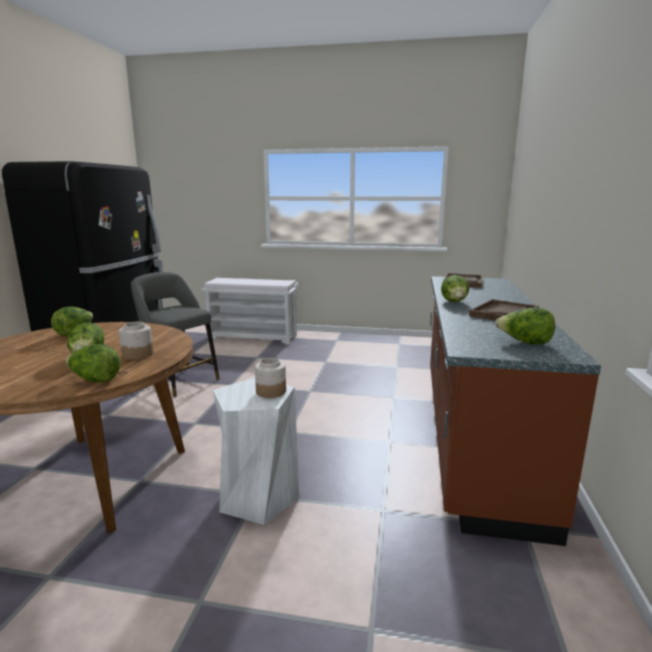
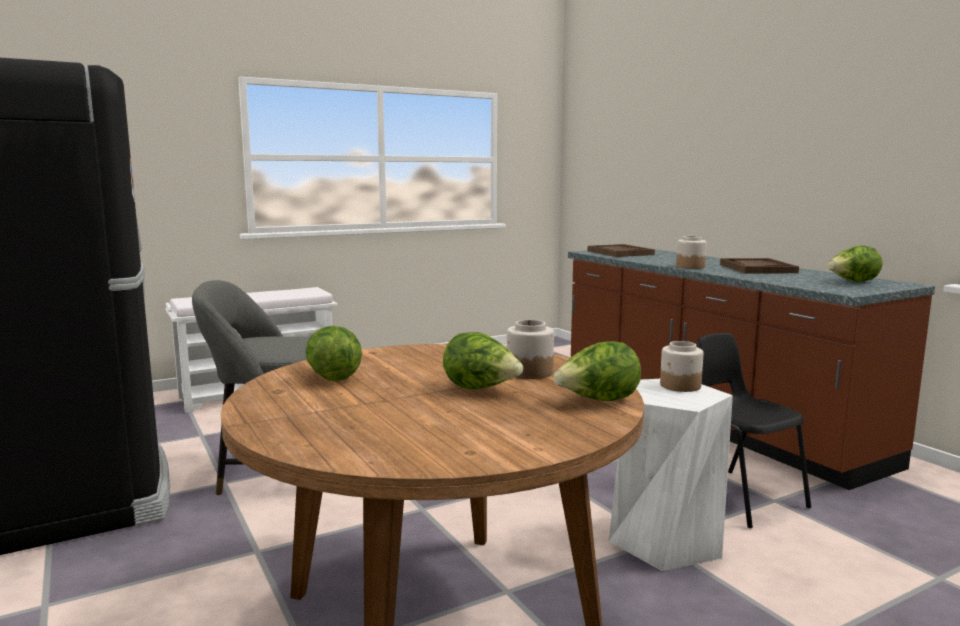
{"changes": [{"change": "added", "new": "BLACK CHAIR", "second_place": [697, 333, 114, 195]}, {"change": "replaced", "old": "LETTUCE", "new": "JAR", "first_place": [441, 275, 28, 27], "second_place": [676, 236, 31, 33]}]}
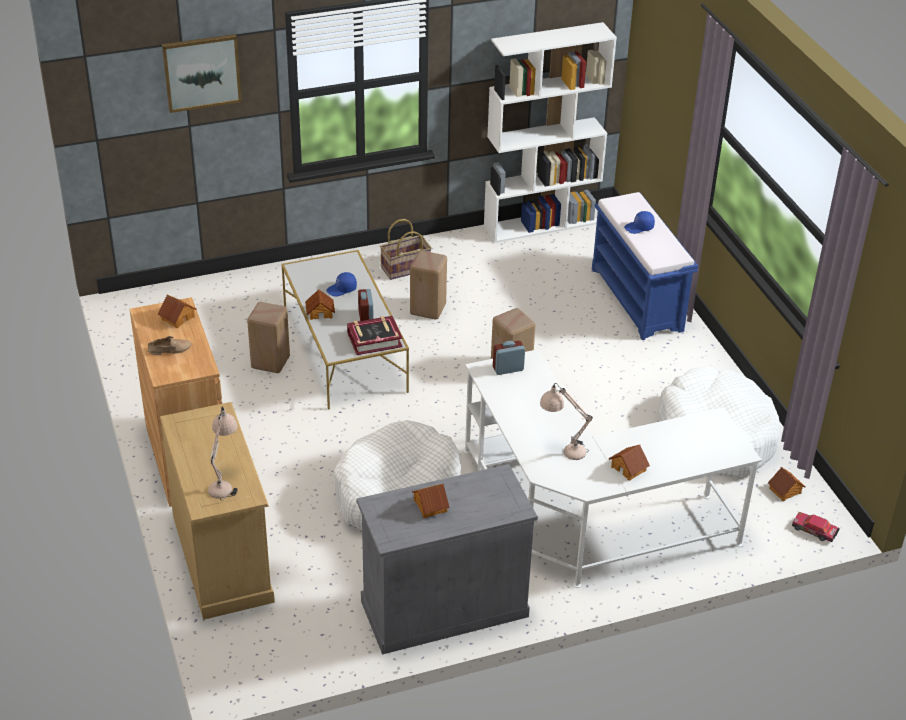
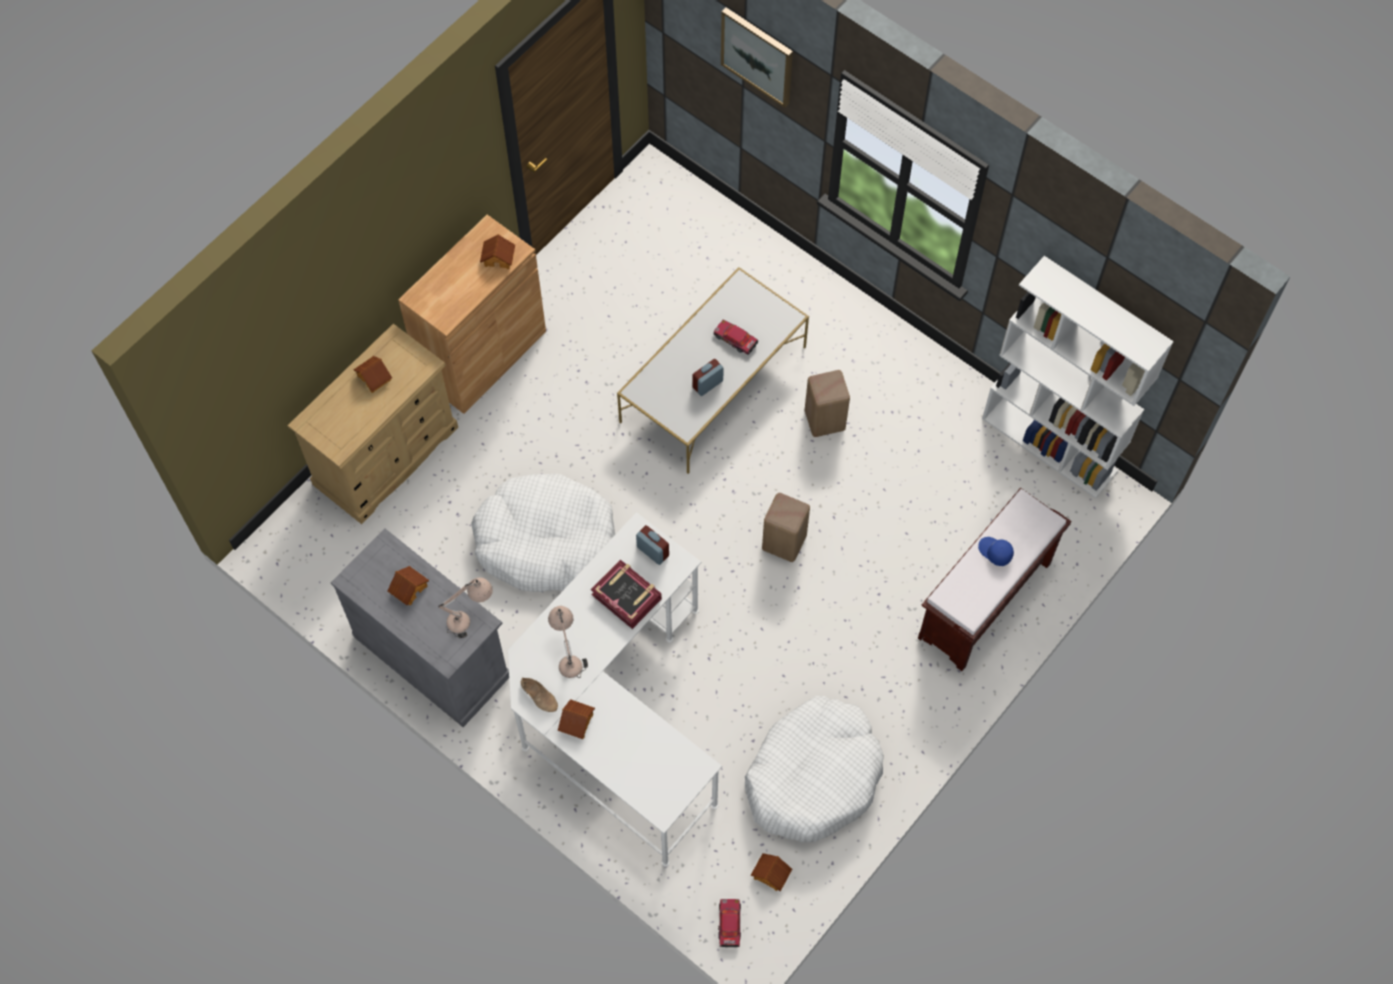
{"changes": [{"change": "removed", "old": "BEIGE STOOL", "first_place": [247, 302, 43, 71]}, {"change": "removed", "old": "BASKET", "first_place": [380, 219, 52, 61]}, {"change": "moved", "old": "BEIGE SHOE", "first_place": [148, 336, 44, 19], "second_place": [521, 678, 37, 34]}, {"change": "moved", "old": "BEIGE TABLE LAMP", "first_place": [208, 406, 30, 94], "second_place": [438, 577, 55, 61]}, {"change": "moved", "old": "TOY HOUSE", "first_place": [305, 289, 30, 31], "second_place": [353, 356, 39, 37]}, {"change": "moved", "old": "BOOK", "first_place": [347, 316, 55, 39], "second_place": [591, 560, 71, 69]}, {"change": "replaced", "old": "BLUE CAP", "new": "TOY CAR", "first_place": [326, 272, 31, 25], "second_place": [713, 320, 45, 35]}, {"change": "recoloured", "old": "BLUE BENCH", "new": "BROWN BENCH", "first_place": [592, 192, 106, 148], "second_place": [918, 488, 153, 183]}]}
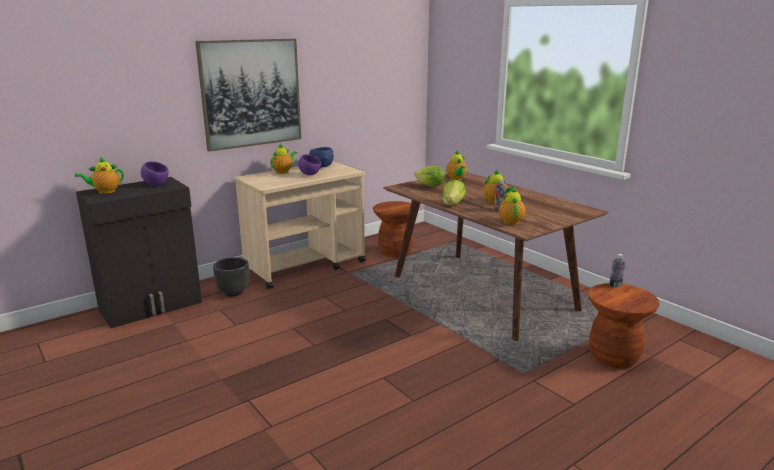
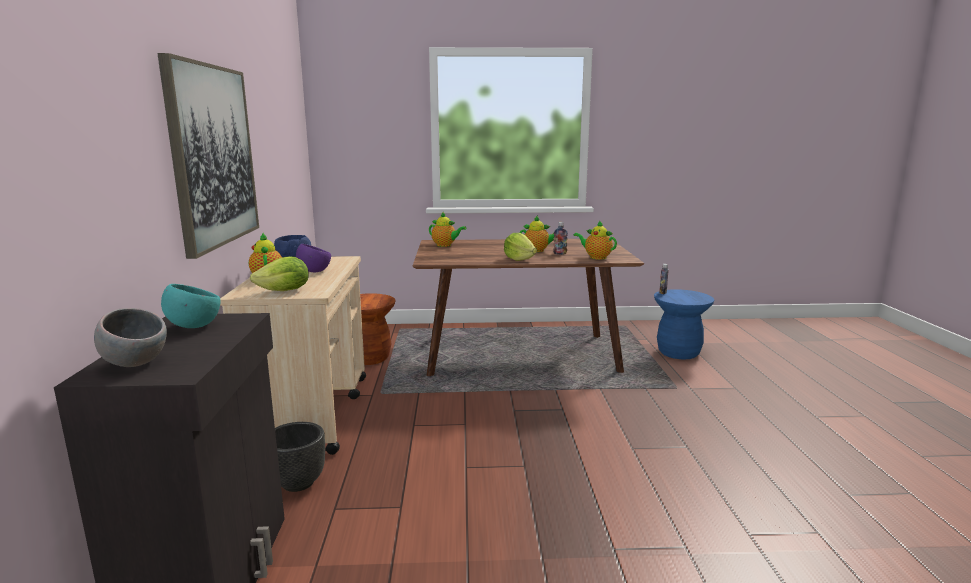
{"changes": [{"change": "moved", "old": "LETTUCE", "first_place": [414, 166, 31, 20], "second_place": [250, 256, 59, 35]}, {"change": "replaced", "old": "TEAPOT", "new": "GREY BOWL", "first_place": [75, 157, 49, 37], "second_place": [94, 308, 73, 59]}, {"change": "recoloured", "old": "PURPLE BOWL", "new": "TURQUOISE BOWL", "first_place": [141, 161, 28, 24], "second_place": [161, 284, 60, 44]}, {"change": "recoloured", "old": "BROWN STOOL", "new": "BLUE STOOL", "first_place": [588, 283, 72, 85], "second_place": [654, 289, 60, 70]}]}
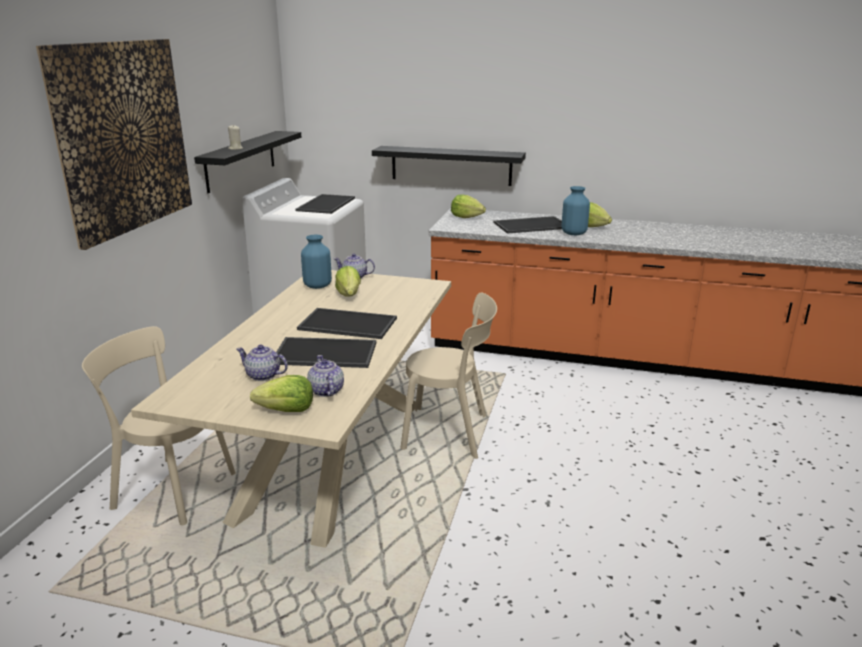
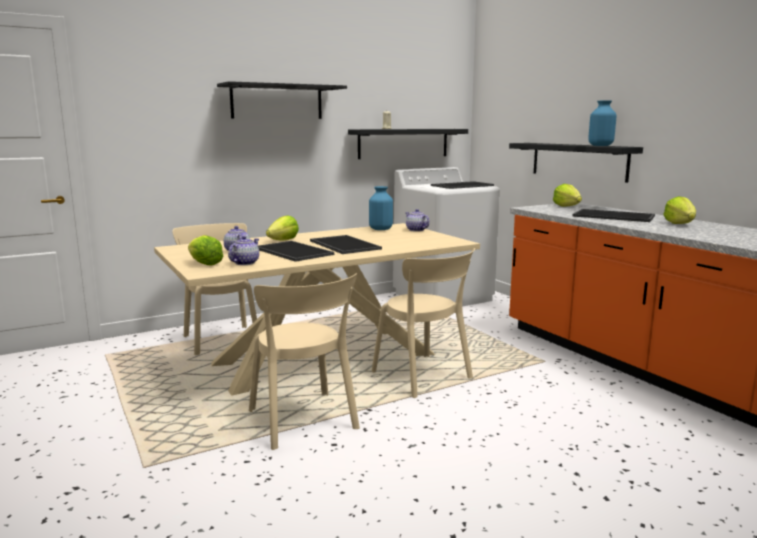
{"changes": [{"change": "added", "new": "BEIGE CHAIR", "second_place": [249, 273, 111, 177]}, {"change": "moved", "old": "LETTUCE", "first_place": [335, 266, 26, 31], "second_place": [266, 215, 33, 25]}, {"change": "moved", "old": "BLUE VASE", "first_place": [562, 186, 28, 49], "second_place": [588, 100, 28, 46]}, {"change": "replaced", "old": "PICTURE", "new": "BLACK SHELF", "first_place": [36, 39, 156, 211], "second_place": [217, 81, 130, 38]}]}
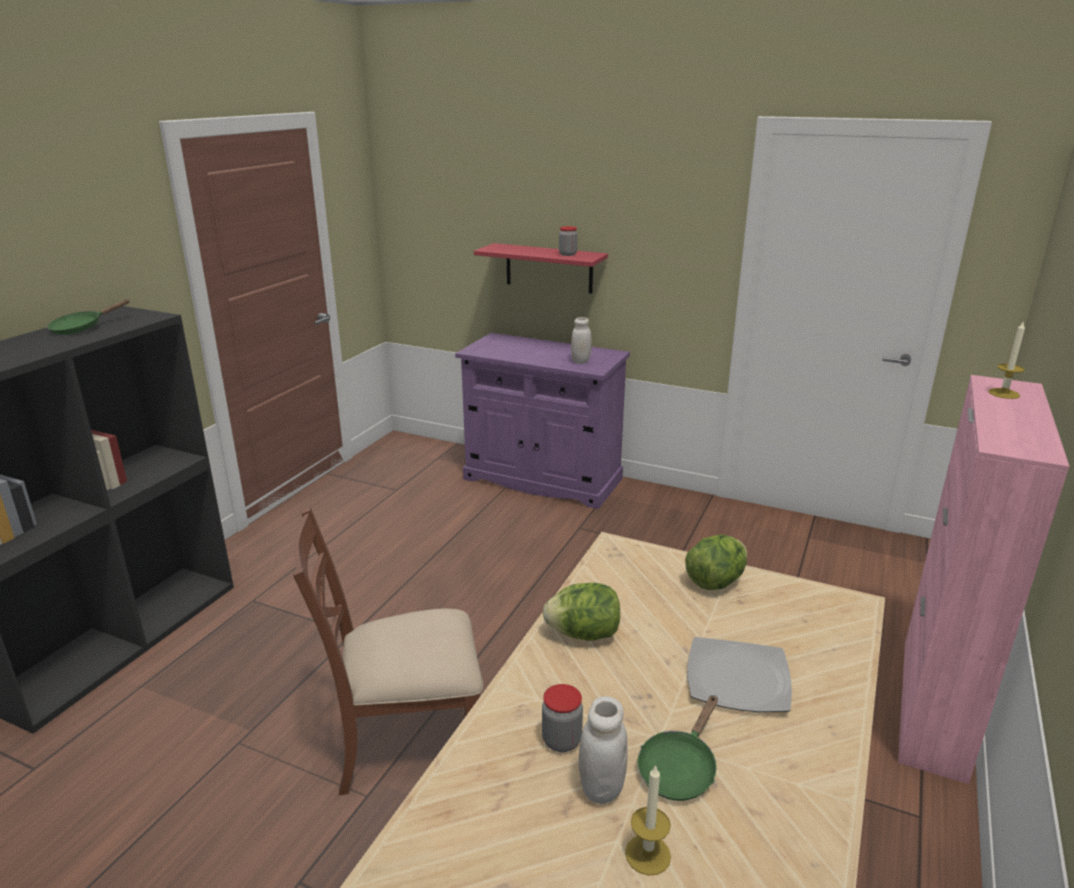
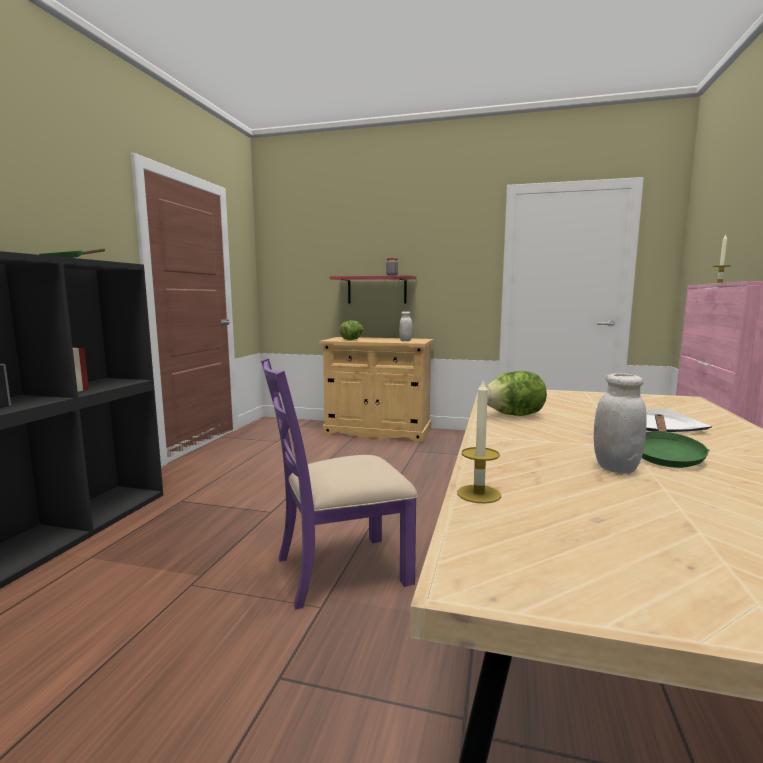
{"changes": [{"change": "removed", "old": "JAR", "first_place": [542, 684, 41, 68]}, {"change": "moved", "old": "CANDLE", "first_place": [625, 765, 46, 110], "second_place": [457, 378, 44, 126]}, {"change": "moved", "old": "LETTUCE", "first_place": [685, 534, 62, 56], "second_place": [340, 320, 24, 20]}, {"change": "recoloured", "old": "BROWN CHAIR", "new": "PURPLE CHAIR", "first_place": [293, 507, 190, 288], "second_place": [261, 358, 157, 252]}, {"change": "recoloured", "old": "PURPLE CABINET", "new": "BEIGE CABINET", "first_place": [455, 333, 175, 176], "second_place": [319, 337, 114, 105]}]}
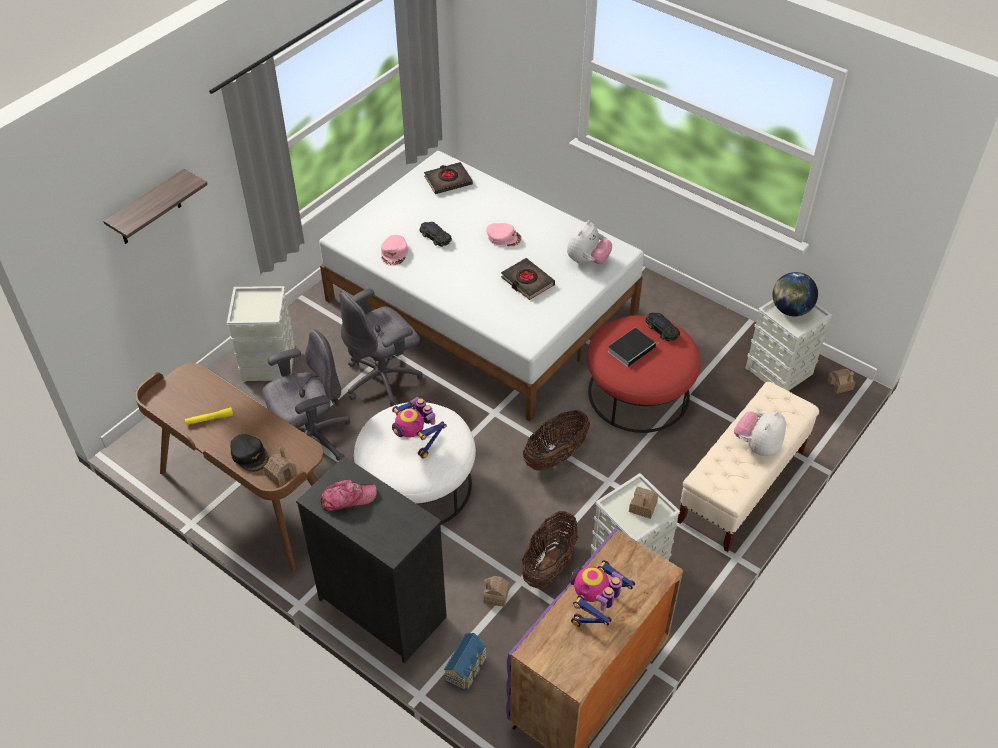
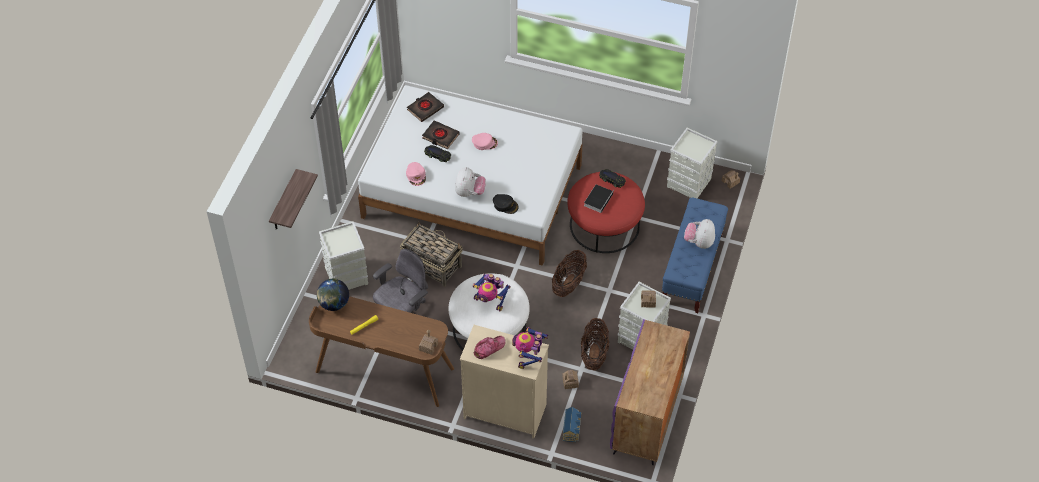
{"changes": [{"change": "moved", "old": "BLACK CAP", "first_place": [230, 434, 39, 38], "second_place": [493, 194, 26, 20]}, {"change": "moved", "old": "BLACK BOOK", "first_place": [501, 258, 54, 42], "second_place": [422, 120, 38, 29]}, {"change": "moved", "old": "PLUSH TOY", "first_place": [567, 220, 45, 44], "second_place": [455, 167, 31, 30]}, {"change": "moved", "old": "TOY ROBOT", "first_place": [570, 560, 65, 67], "second_place": [512, 327, 36, 42]}, {"change": "moved", "old": "GLOBE", "first_place": [773, 272, 45, 45], "second_place": [317, 279, 32, 32]}, {"change": "replaced", "old": "GREY OFFICE CHAIR", "new": "BASKET", "first_place": [339, 289, 83, 117], "second_place": [400, 222, 63, 65]}, {"change": "recoloured", "old": "BLACK DRESSER", "new": "BEIGE DRESSER", "first_place": [296, 456, 151, 207], "second_place": [460, 325, 89, 114]}, {"change": "recoloured", "old": "BEIGE BENCH", "new": "BLUE BENCH", "first_place": [677, 382, 142, 170], "second_place": [662, 198, 66, 115]}]}
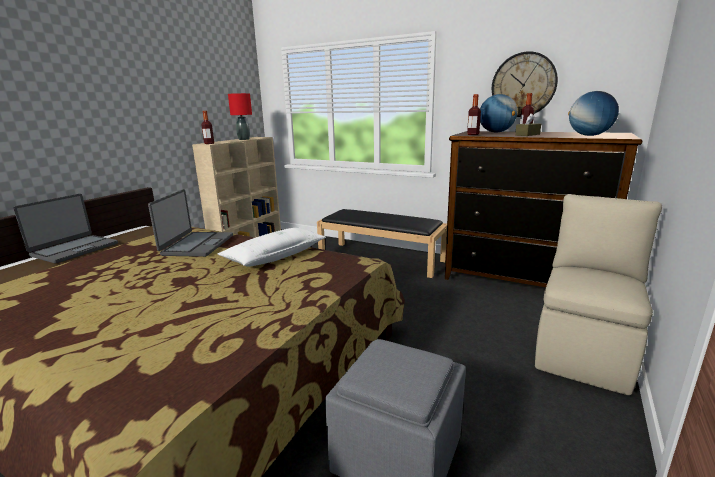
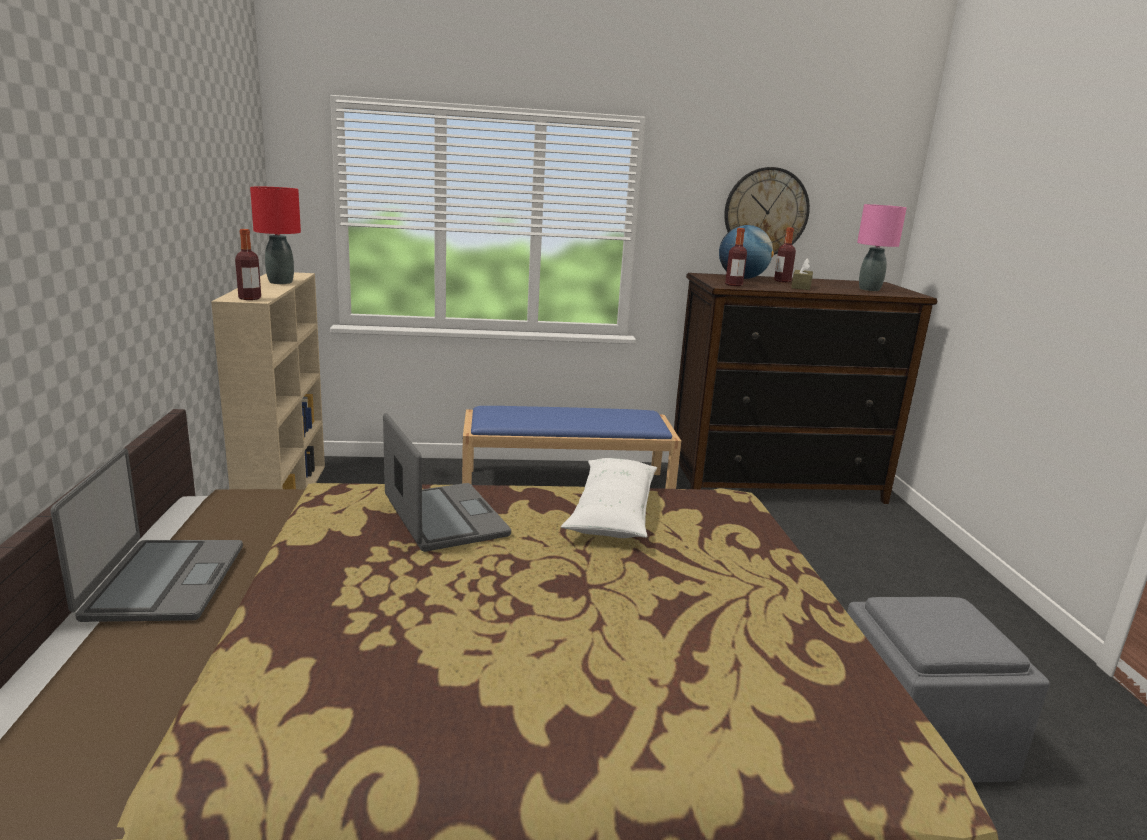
{"changes": [{"change": "removed", "old": "BEIGE CHAIR", "first_place": [535, 194, 127, 201]}, {"change": "replaced", "old": "GLOBE", "new": "PINK TABLE LAMP", "first_place": [568, 91, 51, 45], "second_place": [857, 204, 50, 87]}, {"change": "recoloured", "old": "BLACK BENCH", "new": "BLUE BENCH", "first_place": [317, 209, 130, 69], "second_place": [462, 406, 219, 83]}]}
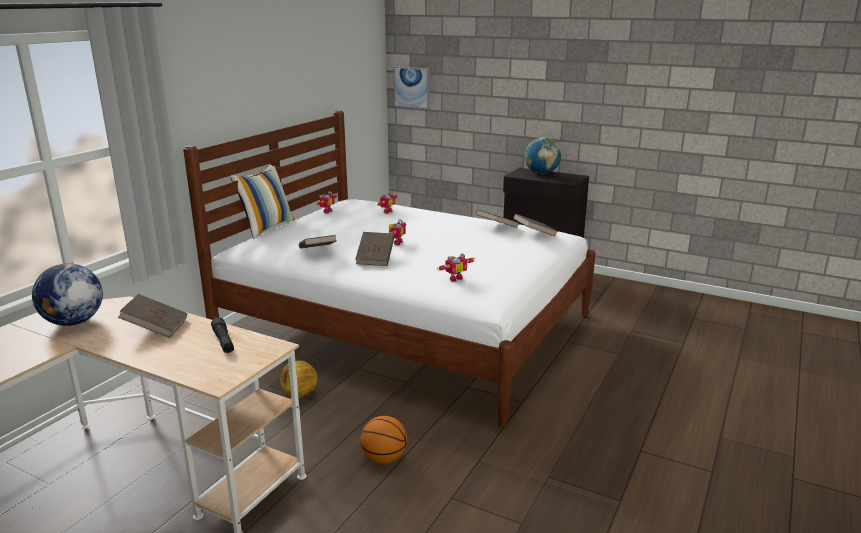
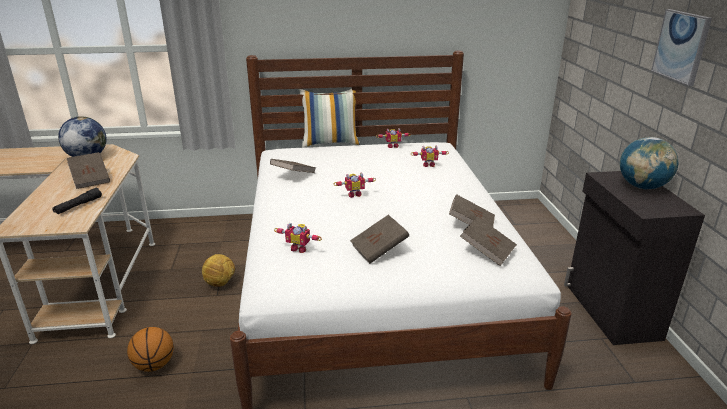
{"changes": [{"change": "moved", "old": "BROWN BOOK", "first_place": [355, 232, 40, 34], "second_place": [350, 215, 59, 49]}, {"change": "moved", "old": "PICTURE", "first_place": [394, 67, 35, 42], "second_place": [651, 9, 61, 77]}]}
